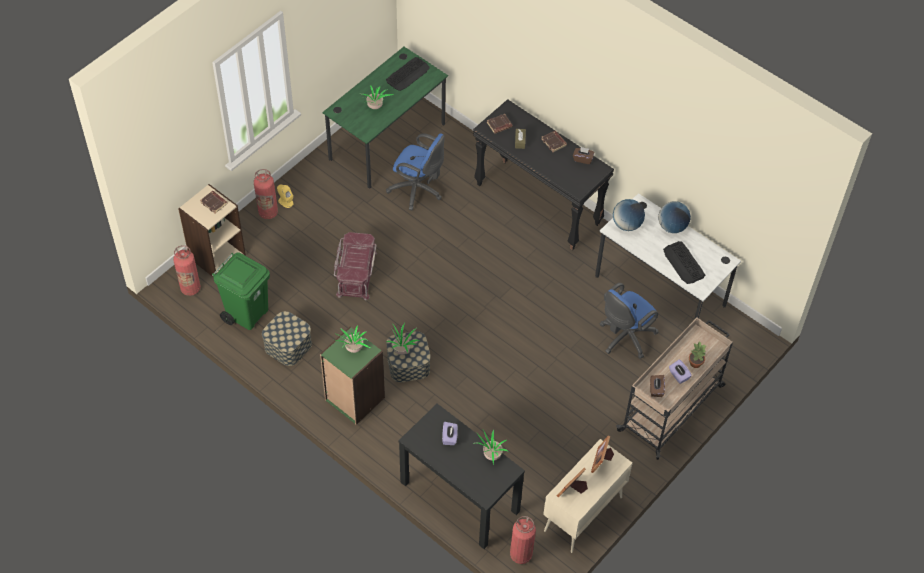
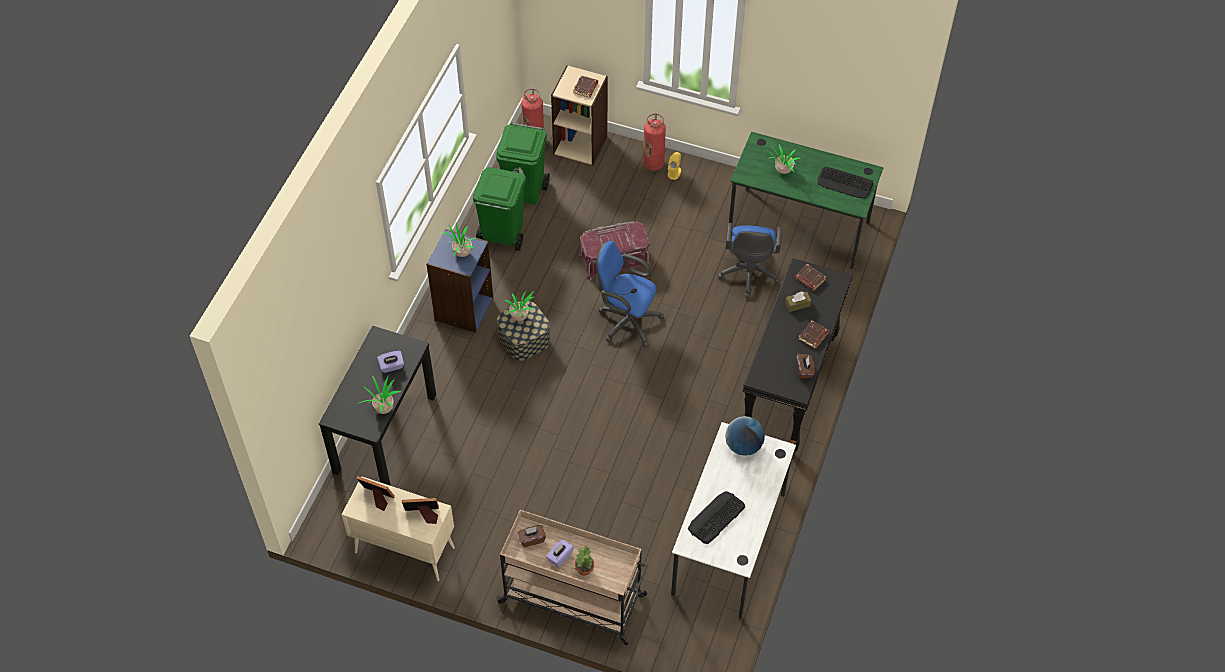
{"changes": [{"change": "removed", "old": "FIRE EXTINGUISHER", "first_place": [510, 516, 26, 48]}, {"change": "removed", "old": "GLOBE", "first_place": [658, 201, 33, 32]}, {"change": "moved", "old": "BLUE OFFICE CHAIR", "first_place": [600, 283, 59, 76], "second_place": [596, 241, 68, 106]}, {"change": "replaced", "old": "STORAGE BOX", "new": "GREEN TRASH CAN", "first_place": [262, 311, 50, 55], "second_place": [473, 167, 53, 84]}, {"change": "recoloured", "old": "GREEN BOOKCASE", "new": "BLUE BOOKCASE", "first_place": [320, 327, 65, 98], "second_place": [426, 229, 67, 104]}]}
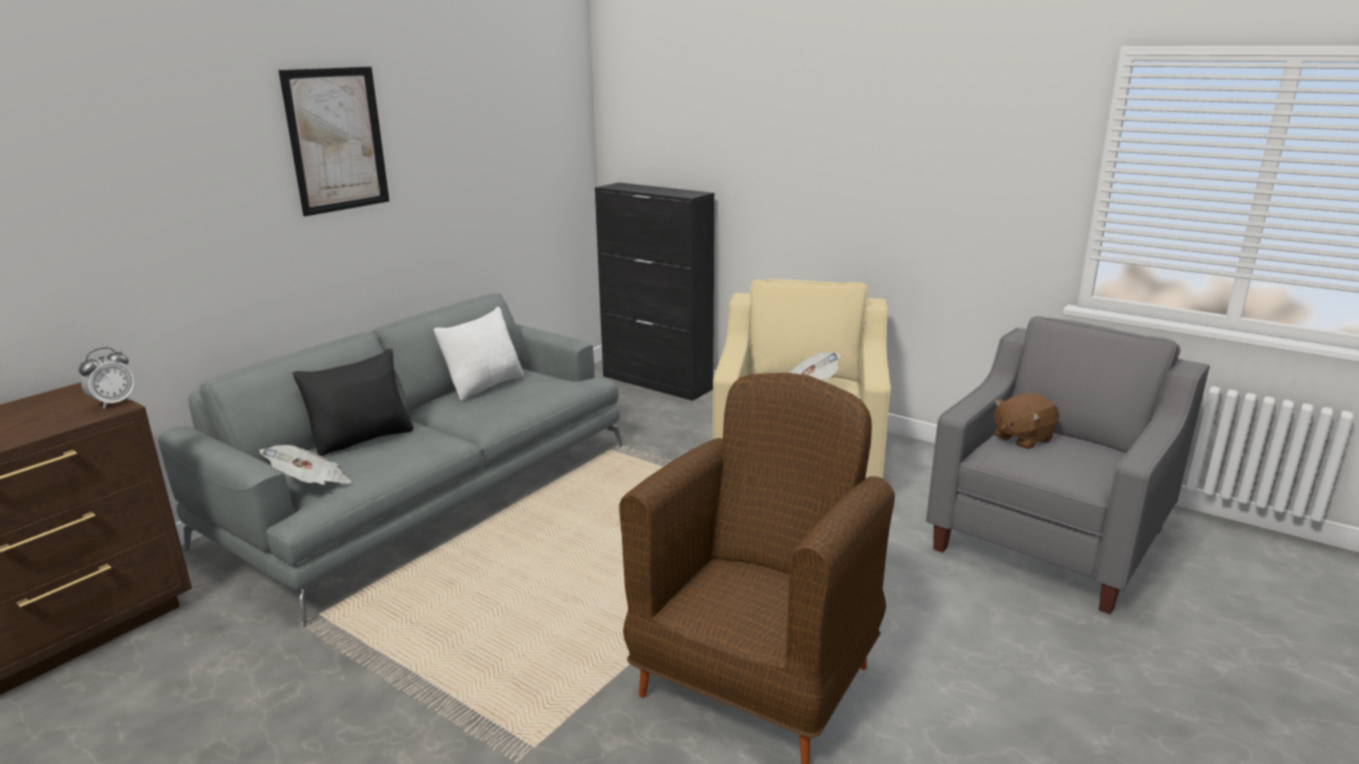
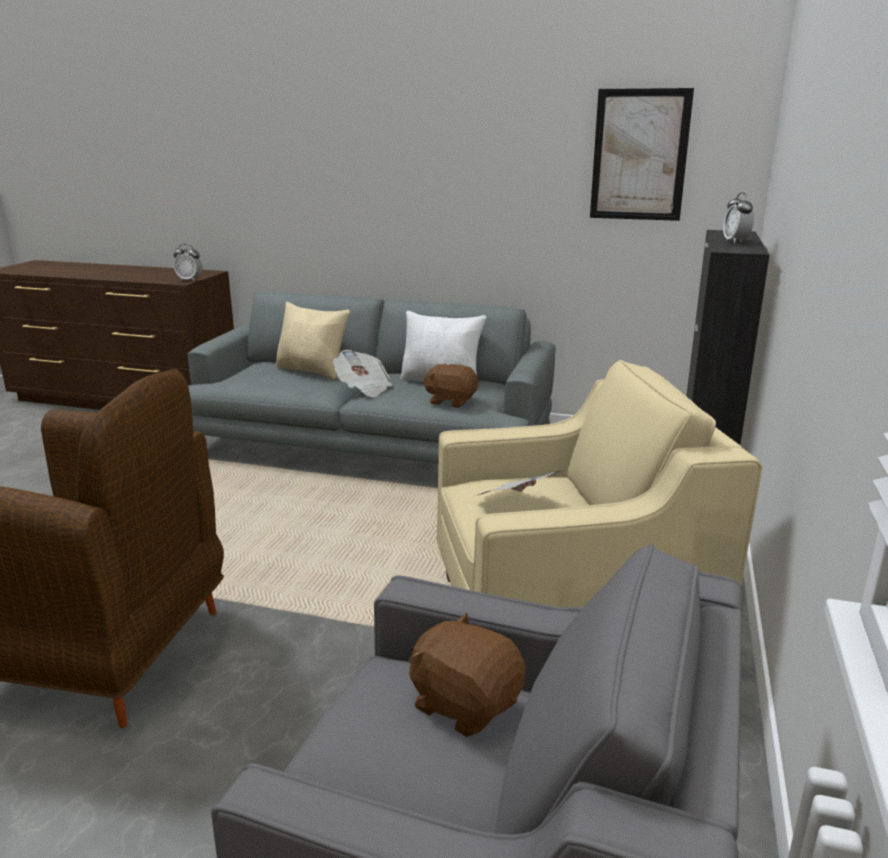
{"changes": [{"change": "added", "new": "BROWN PLUSH TOY", "second_place": [423, 363, 55, 45]}, {"change": "added", "new": "ALARM CLOCK", "second_place": [723, 192, 31, 52]}, {"change": "moved", "old": "NEWSPAPER", "first_place": [259, 445, 92, 40], "second_place": [333, 350, 59, 47]}, {"change": "moved", "old": "PICTURE", "first_place": [278, 67, 111, 149], "second_place": [590, 88, 104, 133]}, {"change": "recoloured", "old": "BLACK PILLOW", "new": "BEIGE PILLOW", "first_place": [293, 349, 121, 107], "second_place": [276, 302, 74, 77]}]}
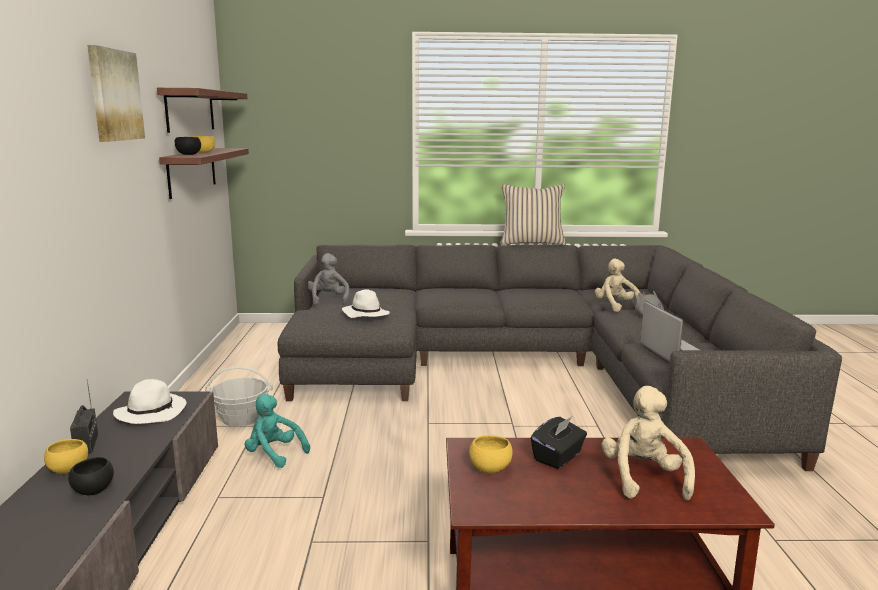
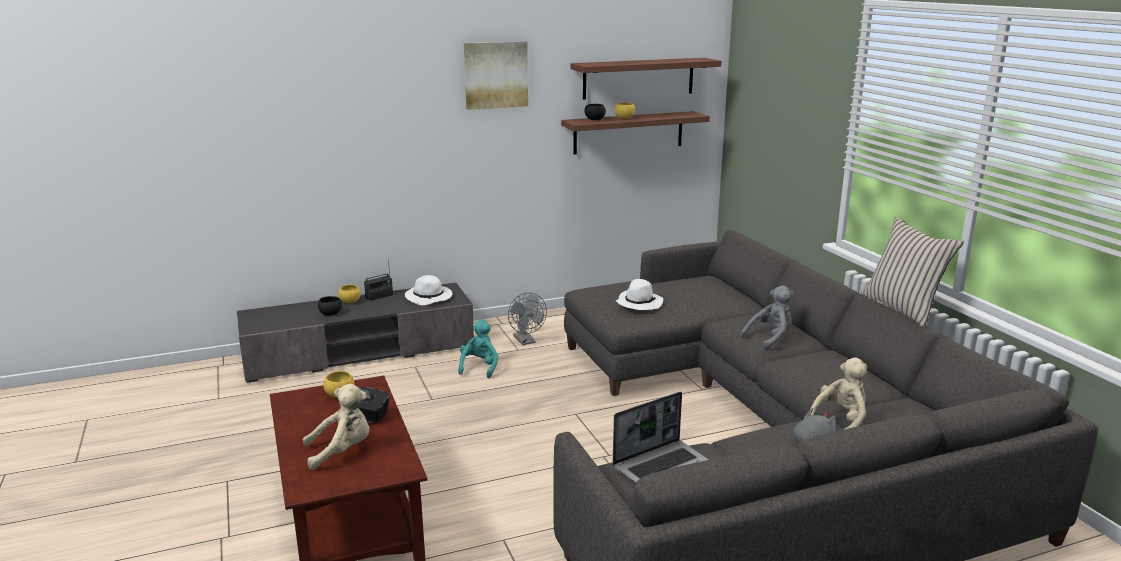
{"changes": [{"change": "moved", "old": "GREY PLUSH TOY", "first_place": [308, 253, 41, 52], "second_place": [740, 286, 54, 65]}, {"change": "replaced", "old": "BASKET", "new": "GREY FAN", "first_place": [205, 366, 68, 61], "second_place": [508, 292, 39, 53]}]}
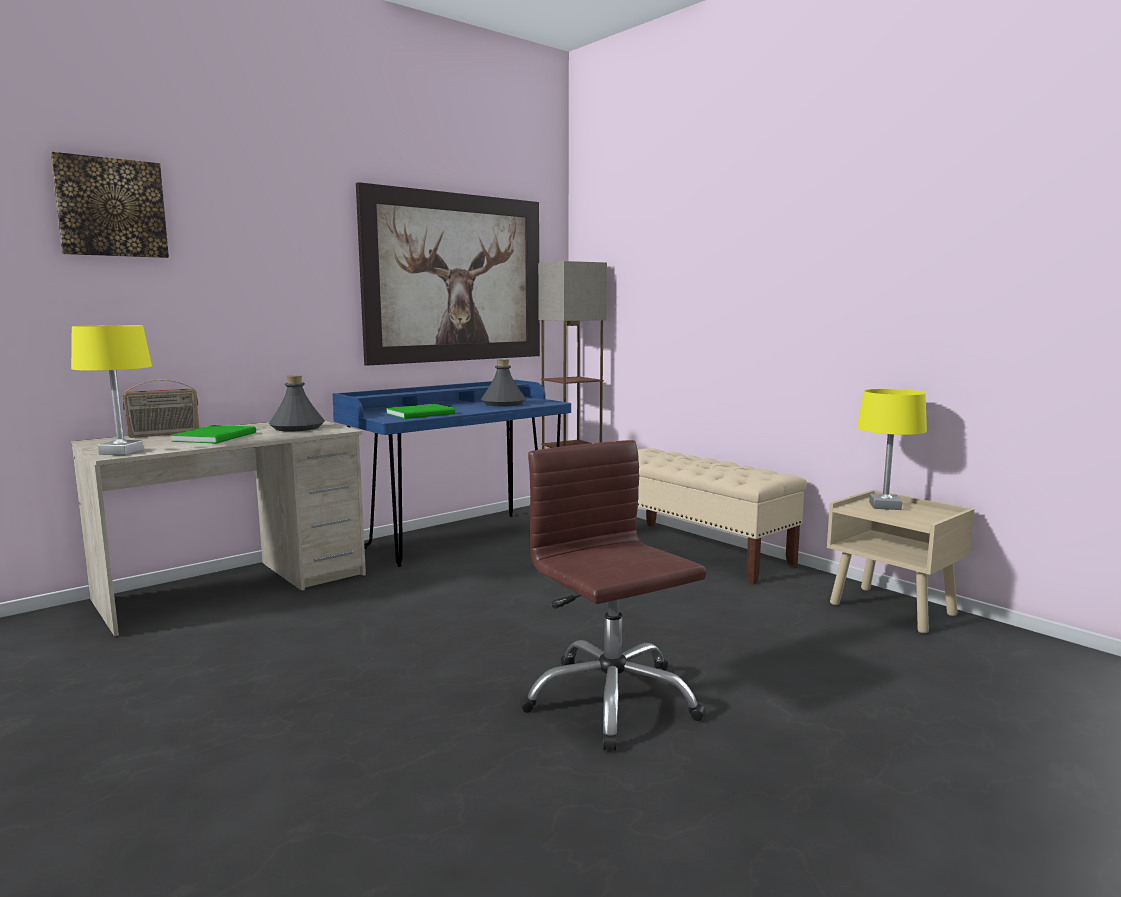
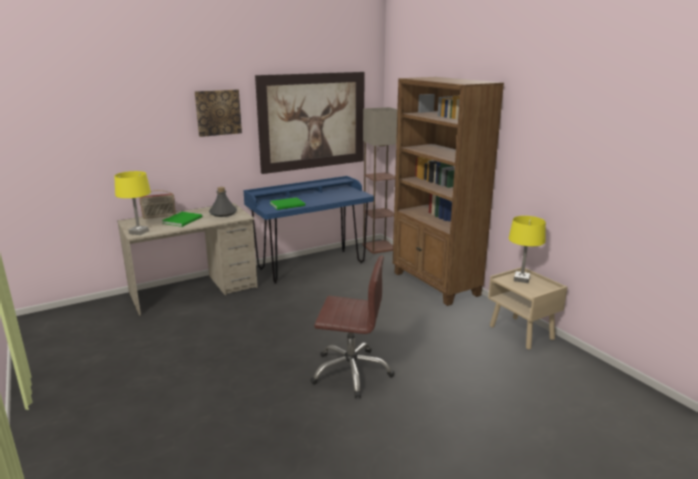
{"changes": [{"change": "removed", "old": "GREY BOTTLE", "first_place": [481, 359, 45, 47]}, {"change": "moved", "old": "PICTURE", "first_place": [50, 152, 119, 106], "second_place": [195, 89, 47, 48]}, {"change": "replaced", "old": "BEIGE BENCH", "new": "BROWN BOOKCASE", "first_place": [638, 448, 169, 137], "second_place": [393, 77, 111, 229]}, {"change": "turned", "old": "BROWN OFFICE CHAIR", "first_place": [520, 440, 186, 311], "second_place": [310, 255, 84, 143], "degrees": 120}]}
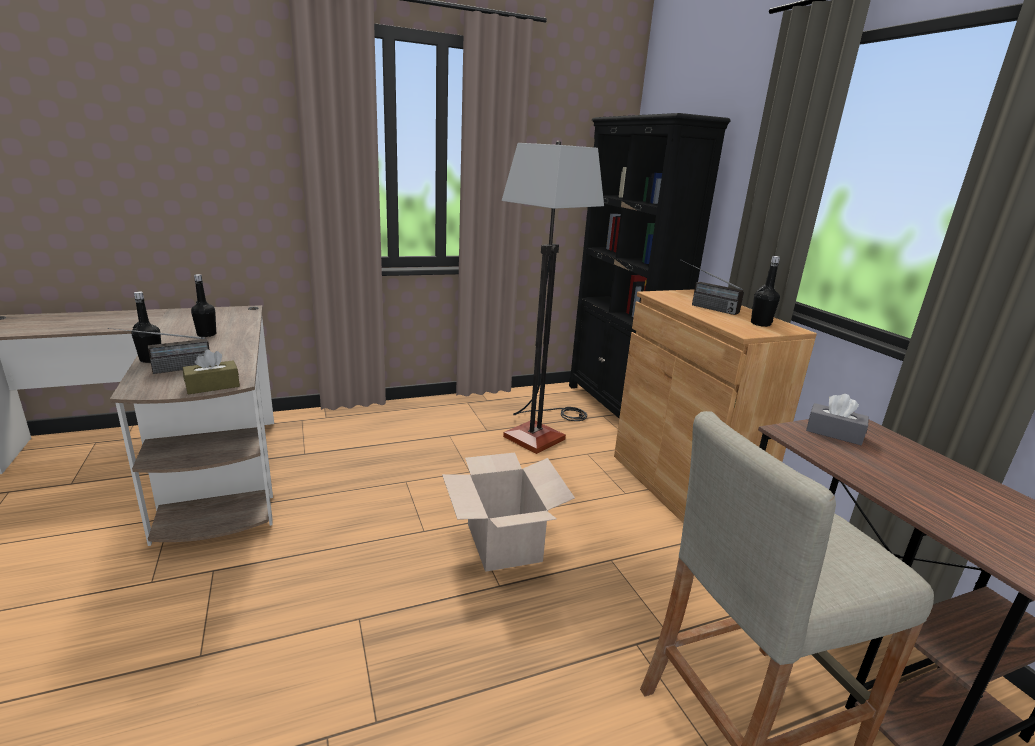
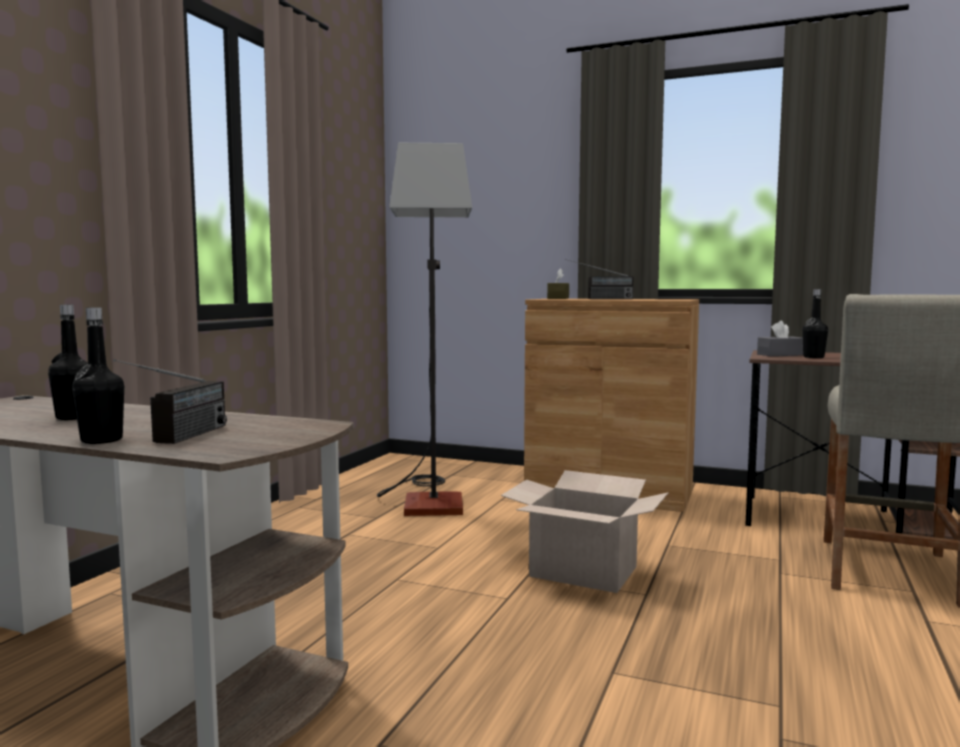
{"changes": [{"change": "removed", "old": "BLACK BOOKCASE", "first_place": [569, 113, 161, 305]}, {"change": "moved", "old": "BROWN TISSUE BOX", "first_place": [183, 349, 57, 45], "second_place": [547, 268, 22, 31]}, {"change": "moved", "old": "BLACK BOTTLE", "first_place": [751, 256, 29, 71], "second_place": [802, 289, 26, 69]}]}
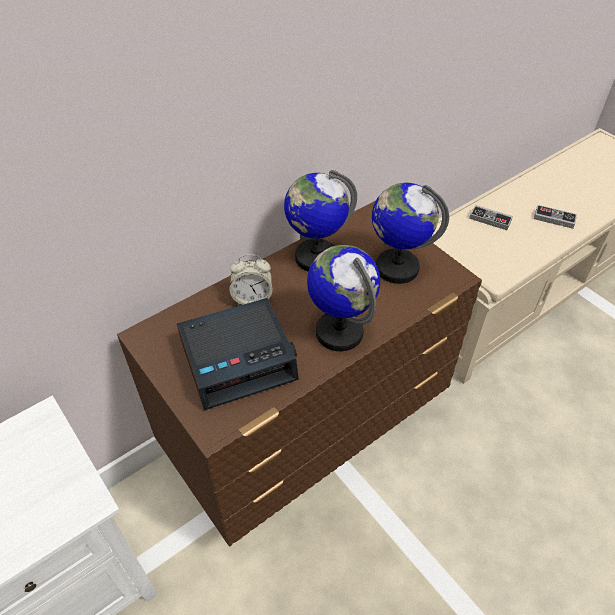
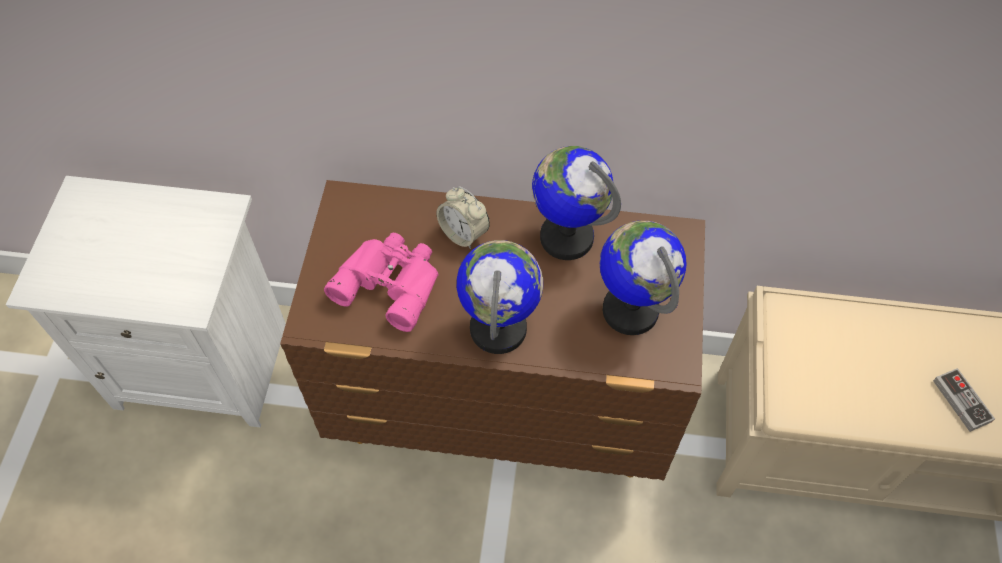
{"changes": [{"change": "removed", "old": "GAME CONTROLLER", "first_place": [469, 205, 44, 25]}, {"change": "replaced", "old": "ALARM CLOCK", "new": "PINK BINOCULARS", "first_place": [177, 298, 122, 112], "second_place": [324, 233, 114, 99]}]}
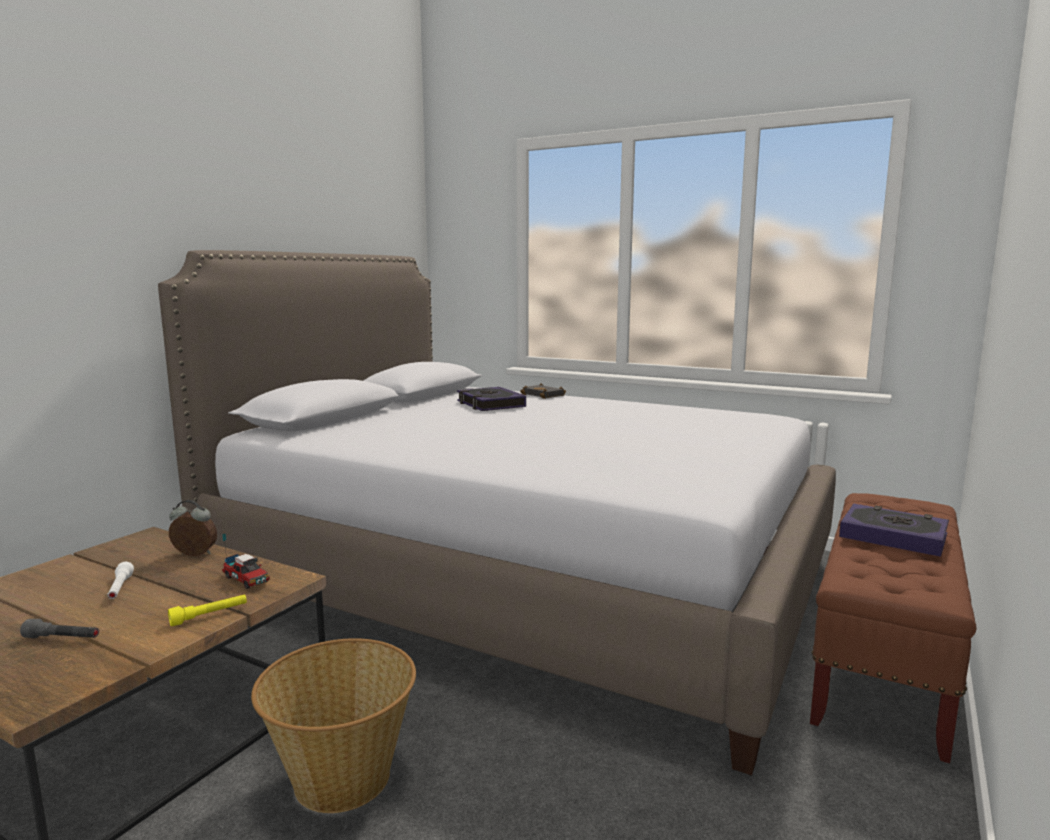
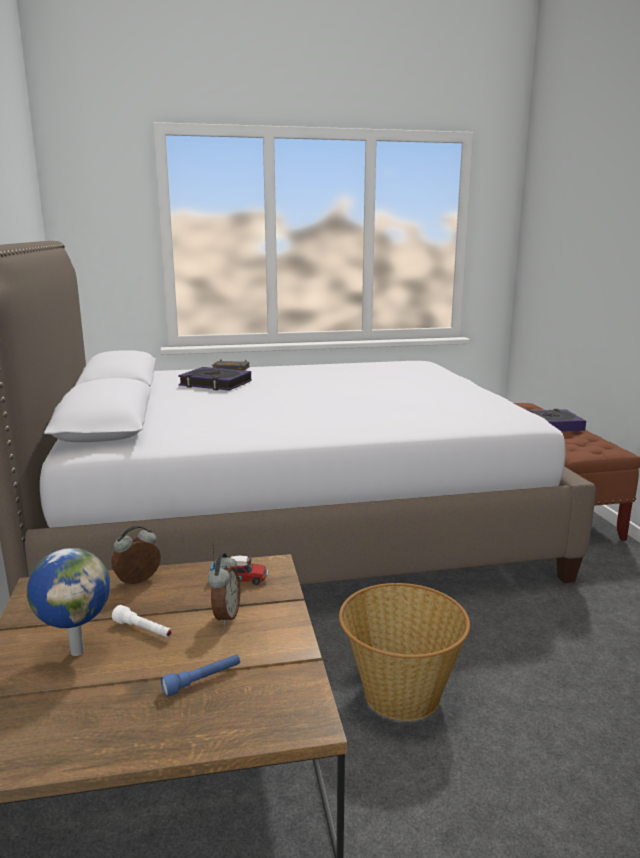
{"changes": [{"change": "removed", "old": "YELLOW FLASHLIGHT", "first_place": [168, 594, 79, 32]}, {"change": "added", "new": "GLOBE", "second_place": [27, 548, 83, 108]}, {"change": "added", "new": "ALARM CLOCK", "second_place": [208, 553, 32, 73]}, {"change": "recoloured", "old": "GREY FLASHLIGHT", "new": "BLUE FLASHLIGHT", "first_place": [20, 619, 79, 19], "second_place": [161, 654, 79, 43]}]}
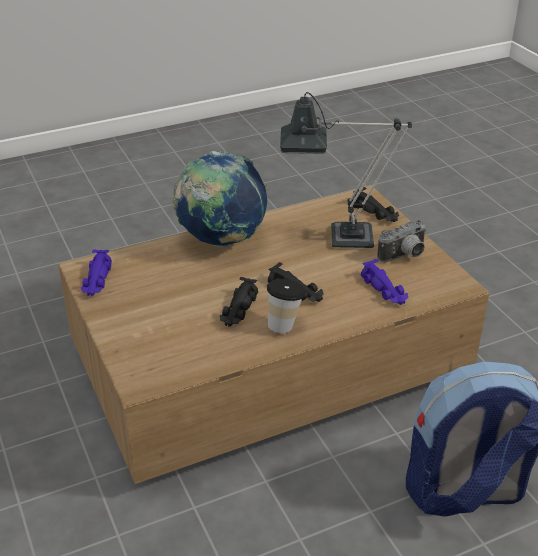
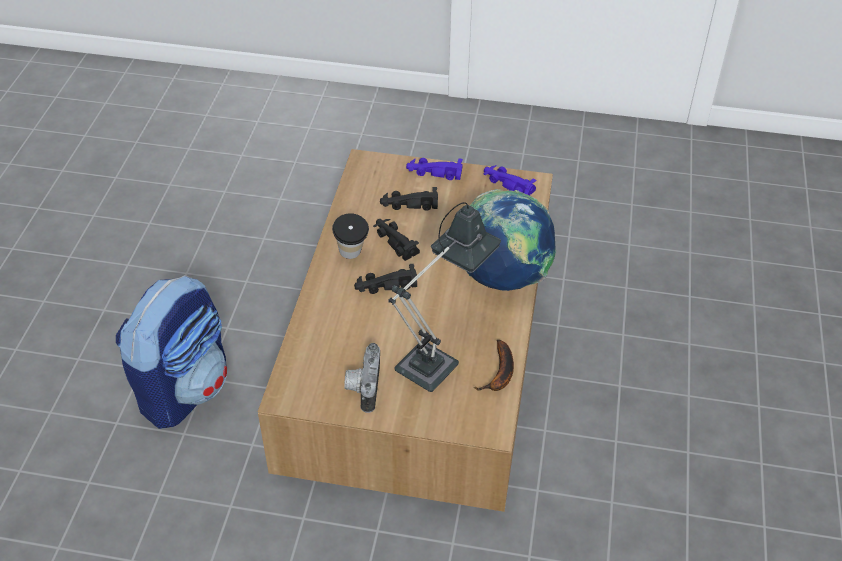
{"changes": [{"change": "added", "new": "BANANA", "second_place": [474, 340, 40, 51]}, {"change": "moved", "old": "BLACK TOY CAR", "first_place": [353, 187, 46, 35], "second_place": [380, 187, 58, 24]}, {"change": "moved", "old": "PURPLE TOY CAR", "first_place": [361, 259, 47, 46], "second_place": [406, 158, 57, 22]}]}
